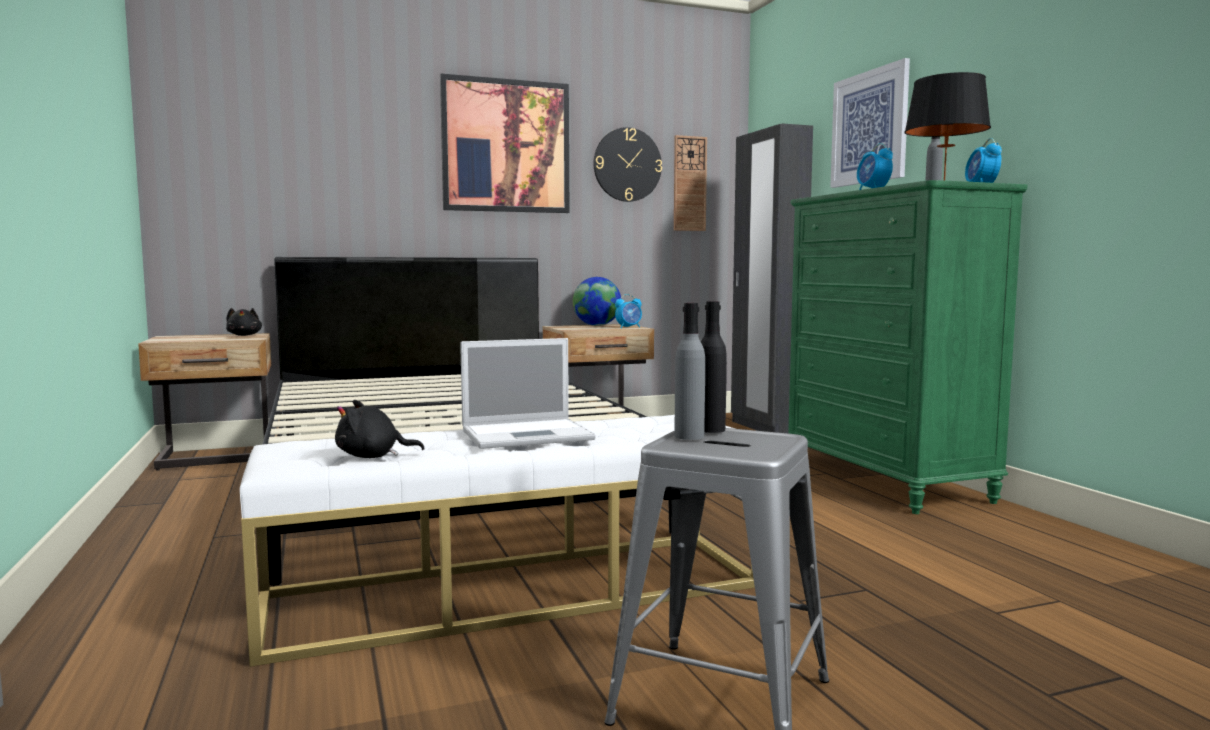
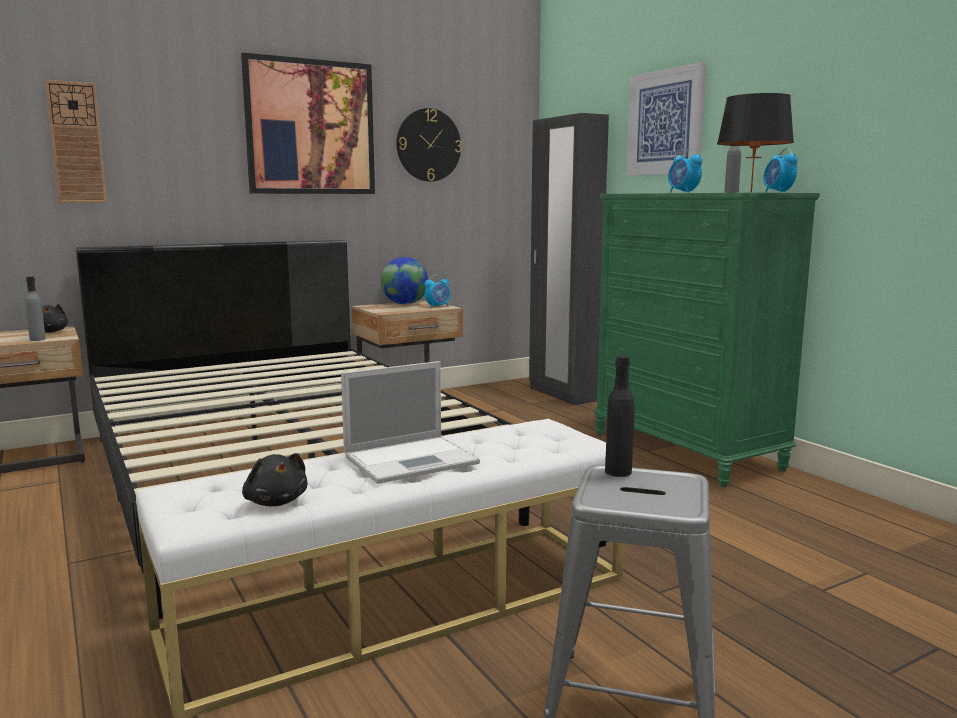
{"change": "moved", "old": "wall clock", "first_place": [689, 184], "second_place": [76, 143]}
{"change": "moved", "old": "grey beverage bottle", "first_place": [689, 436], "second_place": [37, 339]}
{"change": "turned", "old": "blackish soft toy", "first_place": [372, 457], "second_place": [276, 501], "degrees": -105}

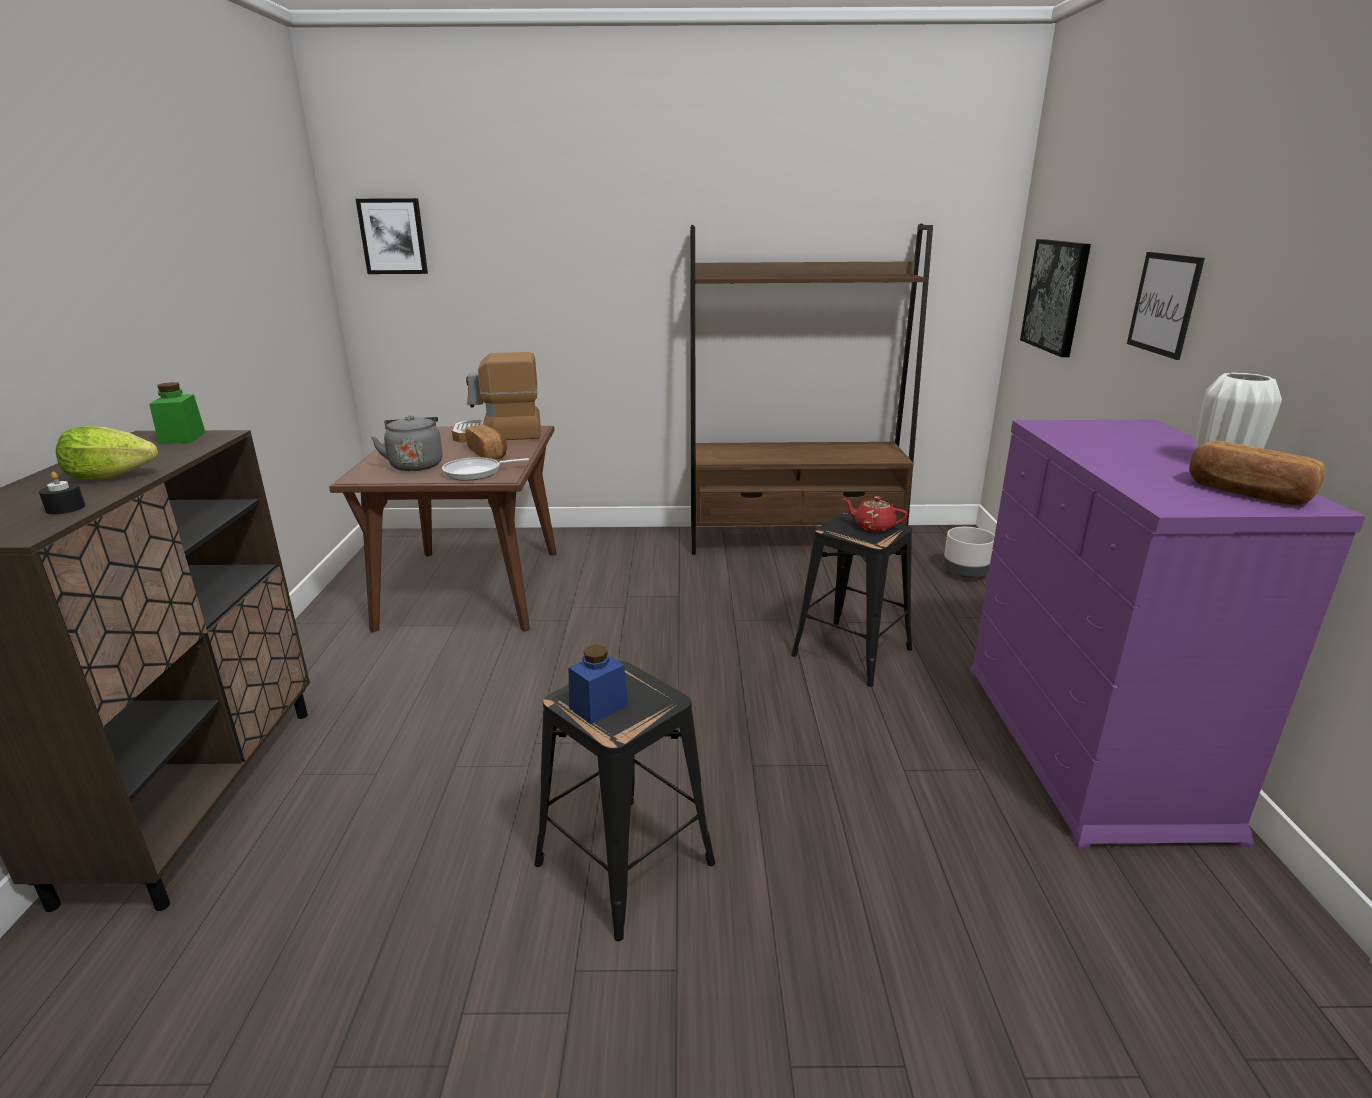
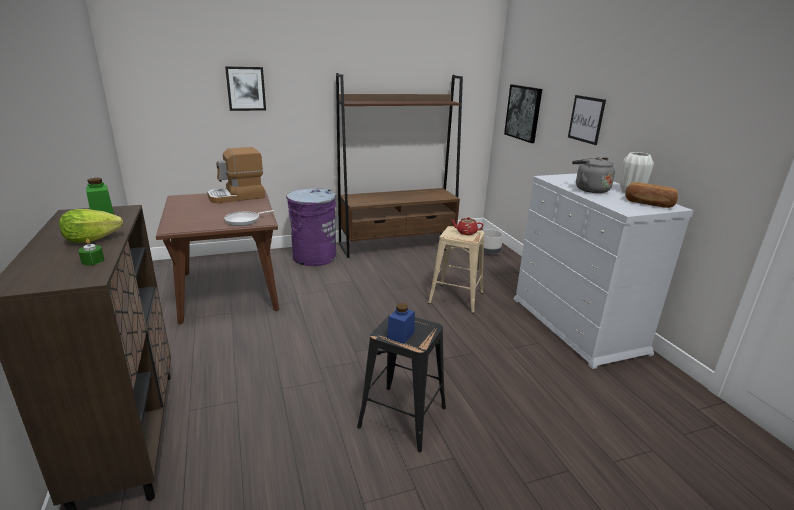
{"change": "removed", "old": "bread", "first_place": [488, 453]}
{"change": "added", "new": "purple-coloured waste bin", "second_place": [314, 257]}
{"change": "moved", "old": "picture", "first_place": [393, 236], "second_place": [246, 88]}
{"change": "moved", "old": "grey kettle", "first_place": [416, 465], "second_place": [589, 189]}
{"change": "recoloured", "old": "blackish wax candle", "new": "green wax candle", "first_place": [65, 508], "second_place": [92, 261]}
{"change": "recoloured", "old": "blackish sitting stool", "new": "beige sitting stool", "first_place": [852, 651], "second_place": [456, 297]}
{"change": "recoloured", "old": "purple-coloured drawer chest", "new": "white-coloured drawer chest", "first_place": [1088, 746], "second_place": [577, 325]}

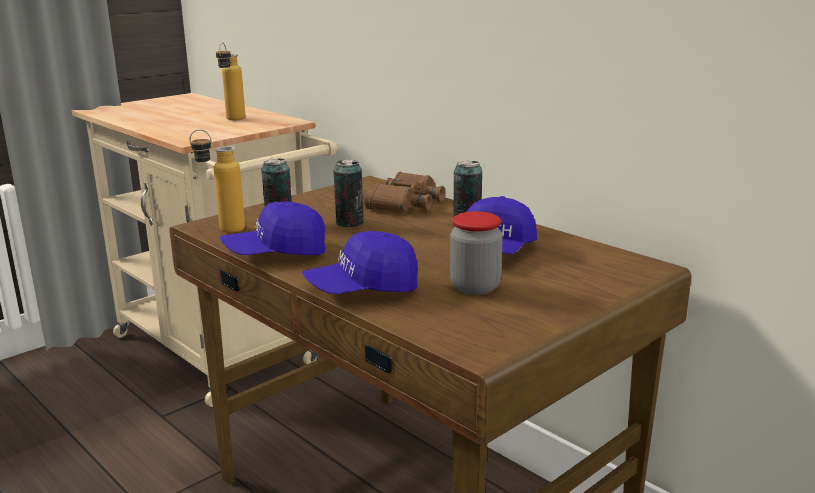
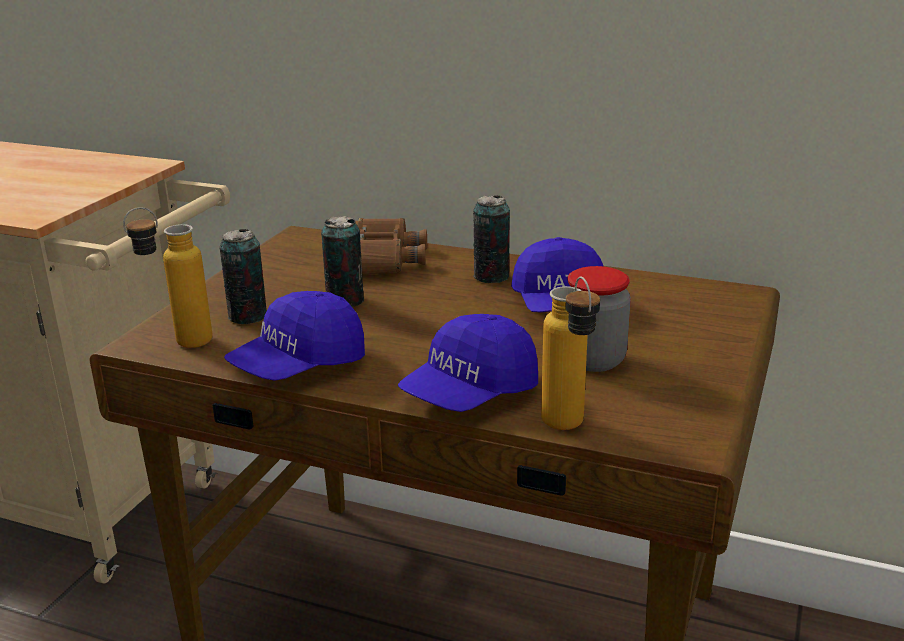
{"change": "moved", "old": "beverage bottle", "first_place": [233, 120], "second_place": [568, 430]}

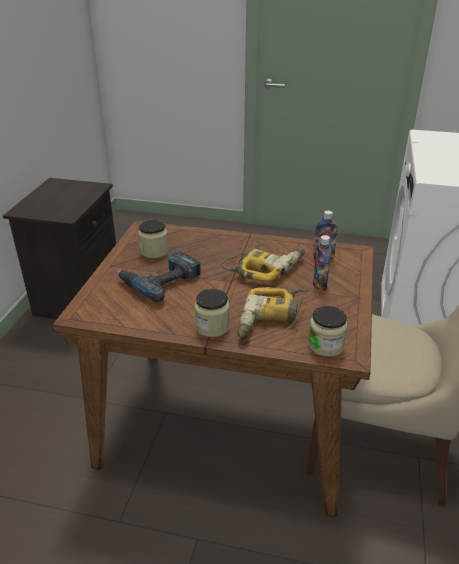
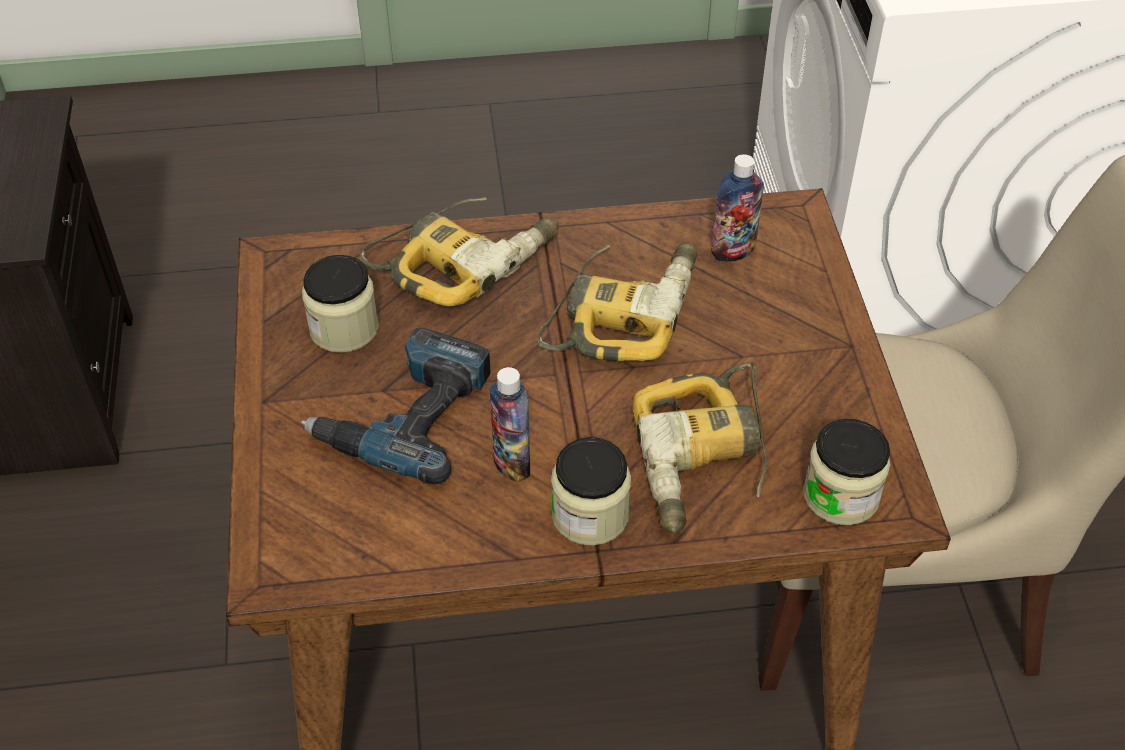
{"change": "added", "new": "power drill", "second_place": [464, 259]}
{"change": "moved", "old": "beverage bottle", "first_place": [319, 285], "second_place": [511, 463]}

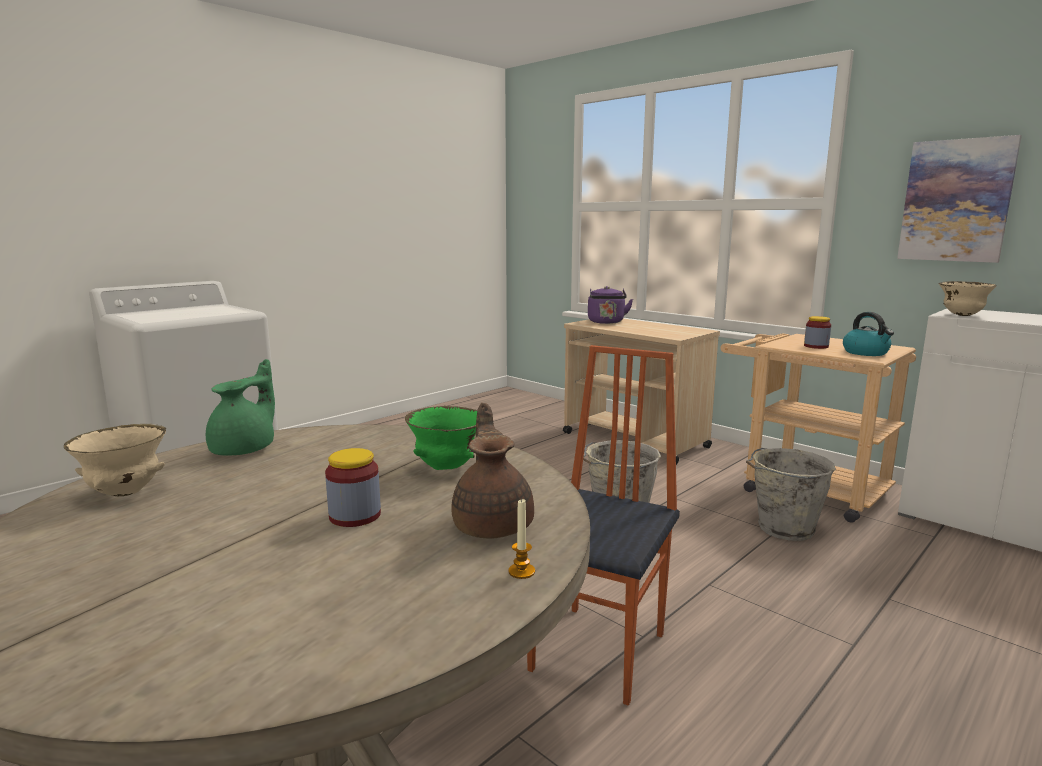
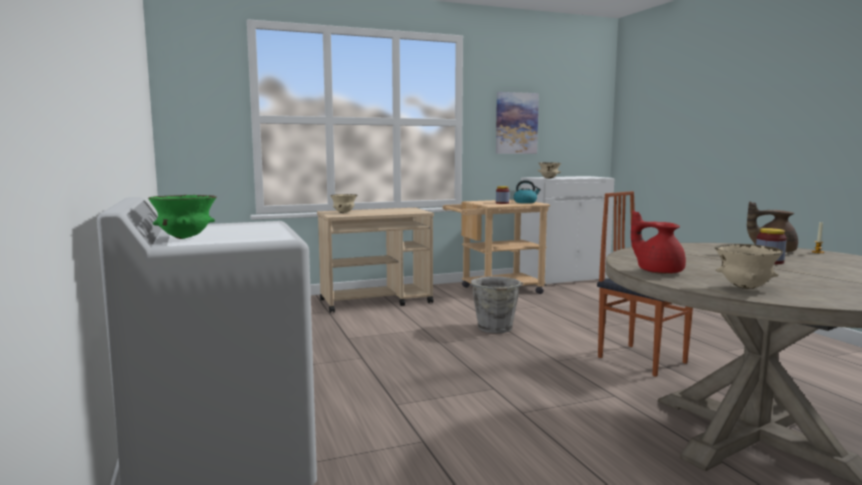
{"change": "removed", "old": "grey pail", "first_place": [783, 528]}
{"change": "moved", "old": "green bowl", "first_place": [446, 468], "second_place": [185, 238]}
{"change": "replaced", "old": "purple-coloured kettle", "new": "beige bowl", "first_place": [606, 322], "second_place": [344, 213]}
{"change": "recoloured", "old": "green tea pot", "new": "red tea pot", "first_place": [246, 449], "second_place": [658, 271]}

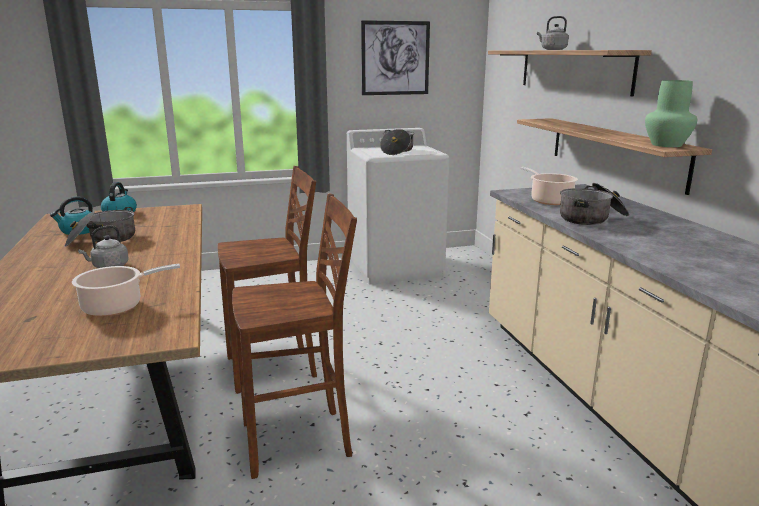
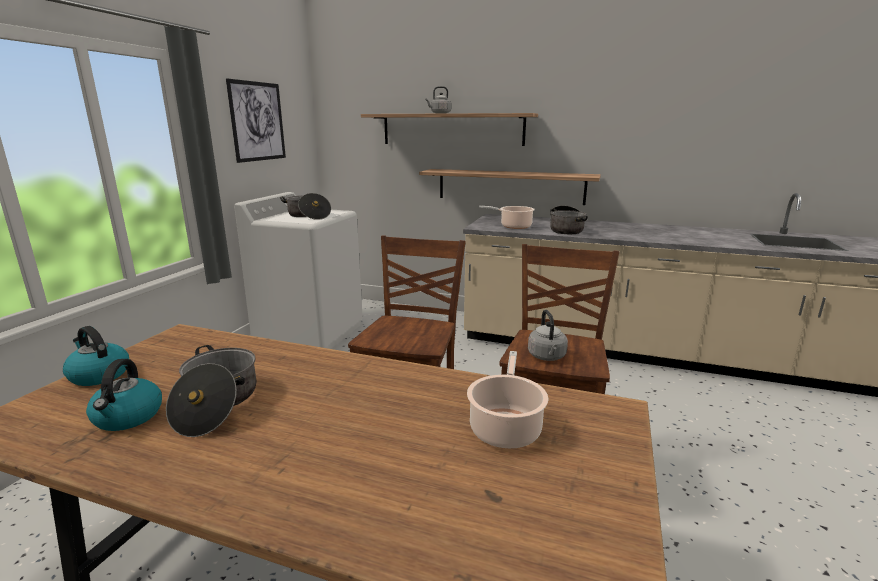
{"change": "removed", "old": "green decorative vase", "first_place": [666, 145]}
{"change": "moved", "old": "grey kettle", "first_place": [109, 267], "second_place": [547, 357]}

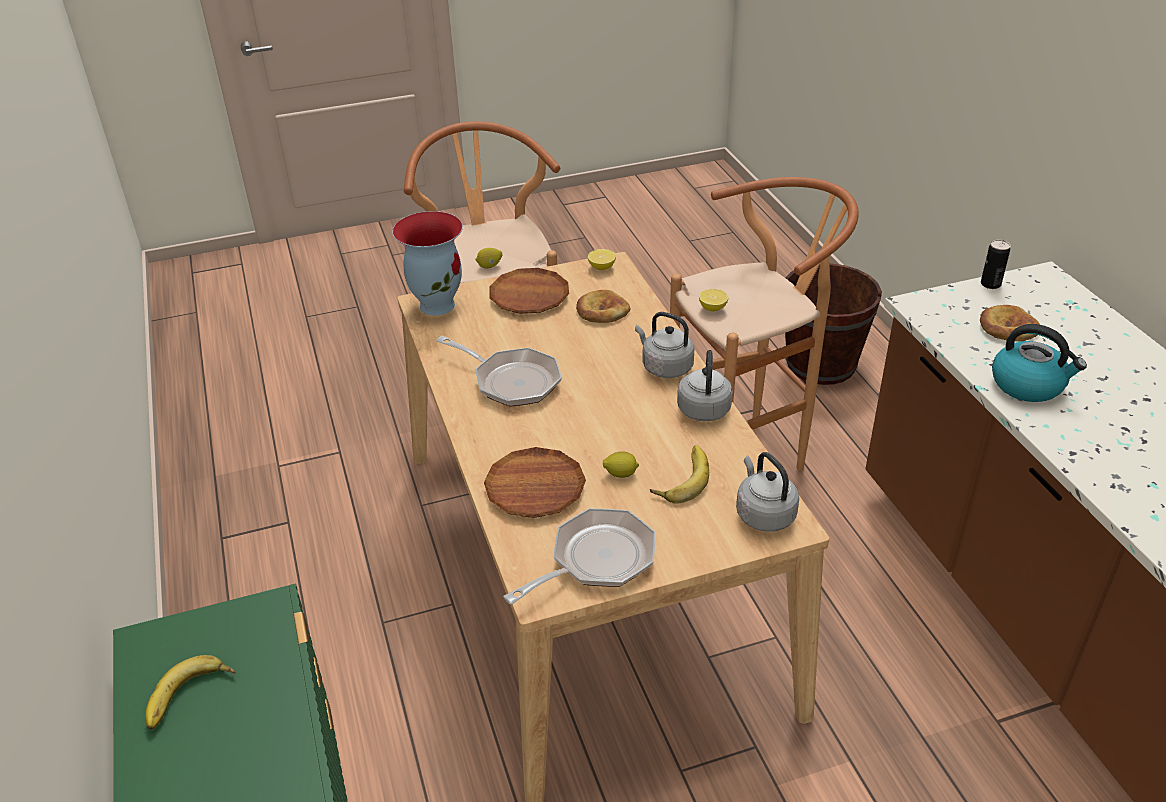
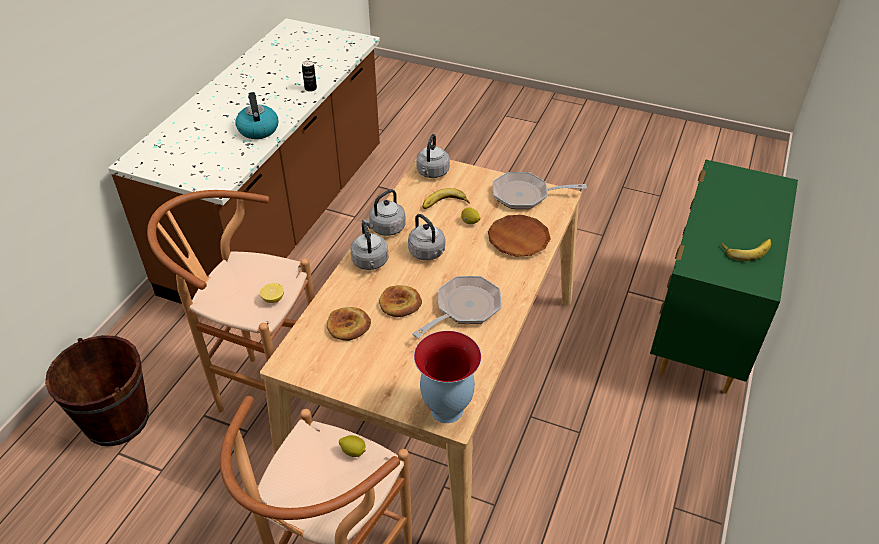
{"change": "removed", "old": "brownish dinner plate", "first_place": [529, 296]}
{"change": "removed", "old": "lemon", "first_place": [602, 267]}
{"change": "added", "new": "grey kettle", "second_place": [428, 253]}
{"change": "moved", "old": "bread", "first_place": [1007, 327], "second_place": [400, 303]}
{"change": "moved", "old": "metal can", "first_place": [990, 284], "second_place": [310, 88]}
{"change": "turned", "old": "pan", "first_place": [511, 381], "second_place": [464, 308], "degrees": 60}

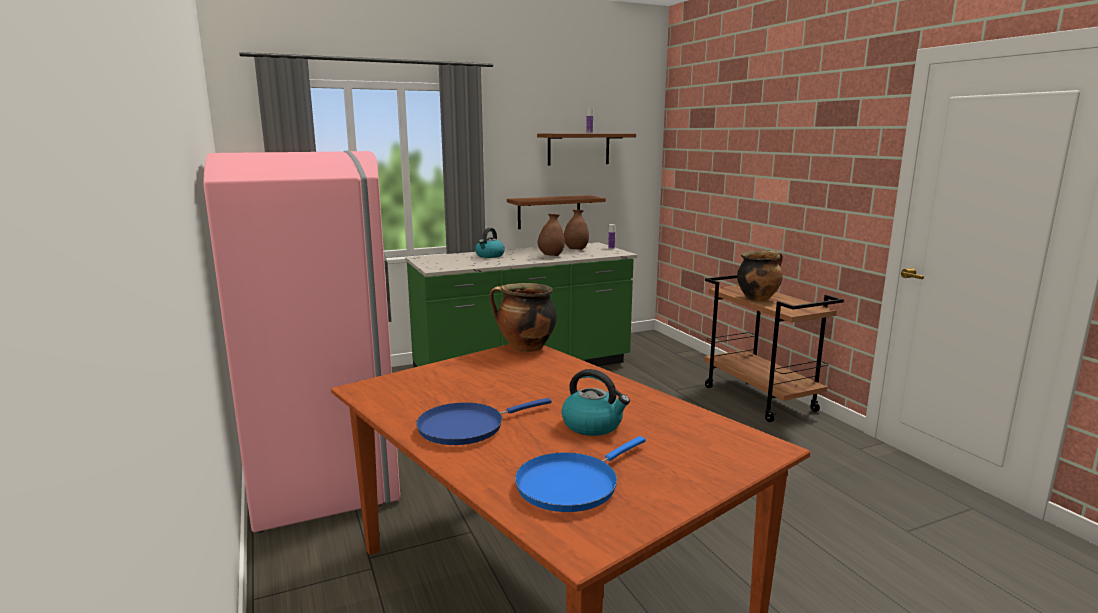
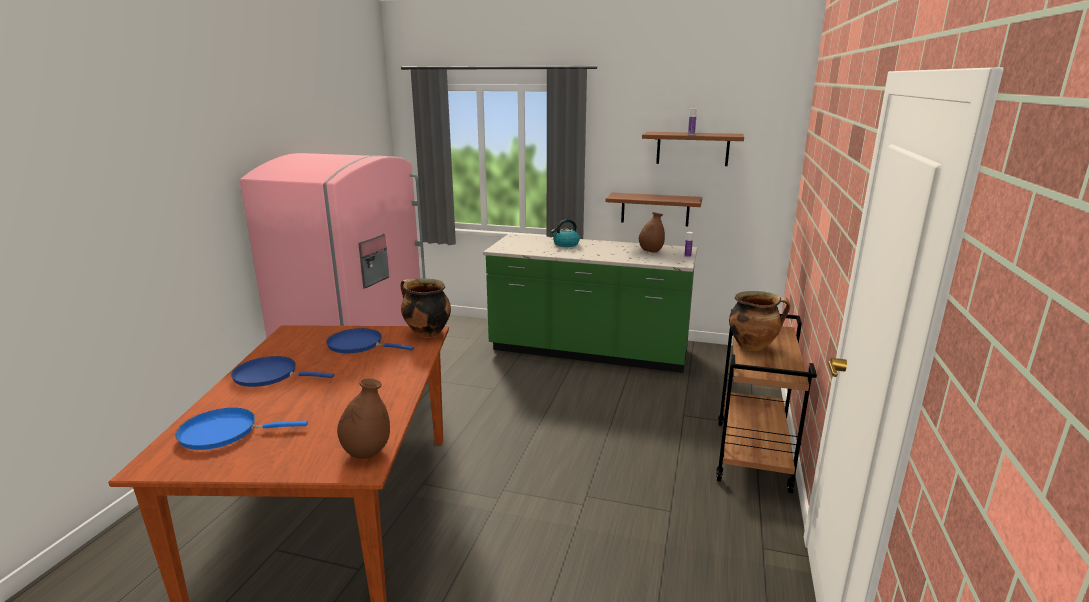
{"change": "removed", "old": "kettle", "first_place": [593, 425]}
{"change": "added", "new": "bluish pan", "second_place": [359, 345]}
{"change": "moved", "old": "brownish decorative vase", "first_place": [551, 256], "second_place": [367, 452]}

